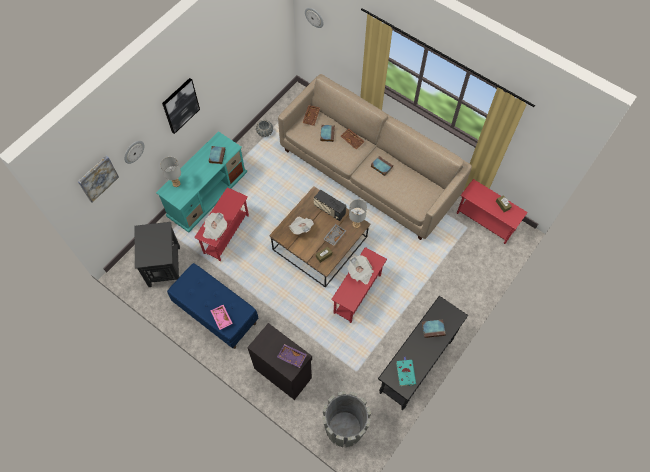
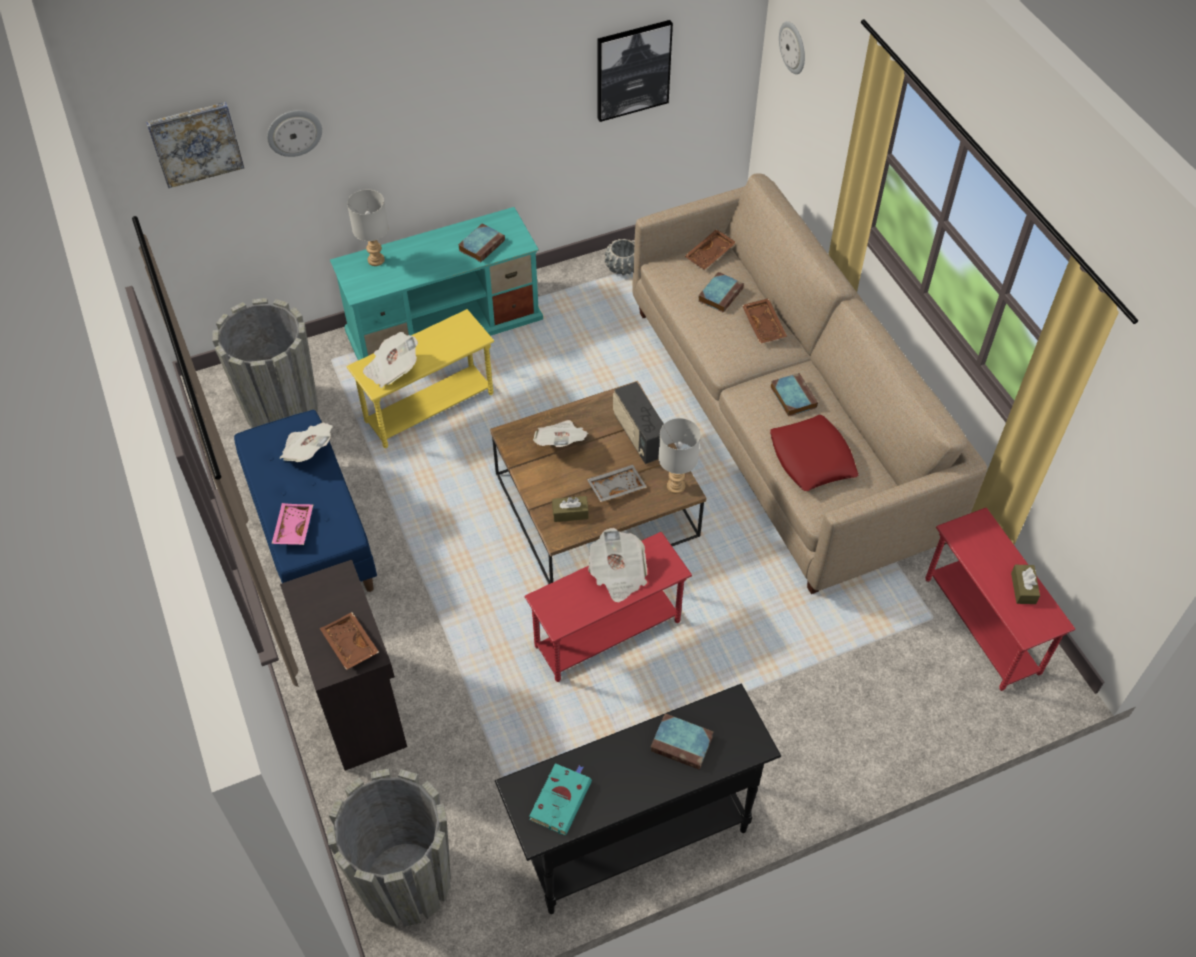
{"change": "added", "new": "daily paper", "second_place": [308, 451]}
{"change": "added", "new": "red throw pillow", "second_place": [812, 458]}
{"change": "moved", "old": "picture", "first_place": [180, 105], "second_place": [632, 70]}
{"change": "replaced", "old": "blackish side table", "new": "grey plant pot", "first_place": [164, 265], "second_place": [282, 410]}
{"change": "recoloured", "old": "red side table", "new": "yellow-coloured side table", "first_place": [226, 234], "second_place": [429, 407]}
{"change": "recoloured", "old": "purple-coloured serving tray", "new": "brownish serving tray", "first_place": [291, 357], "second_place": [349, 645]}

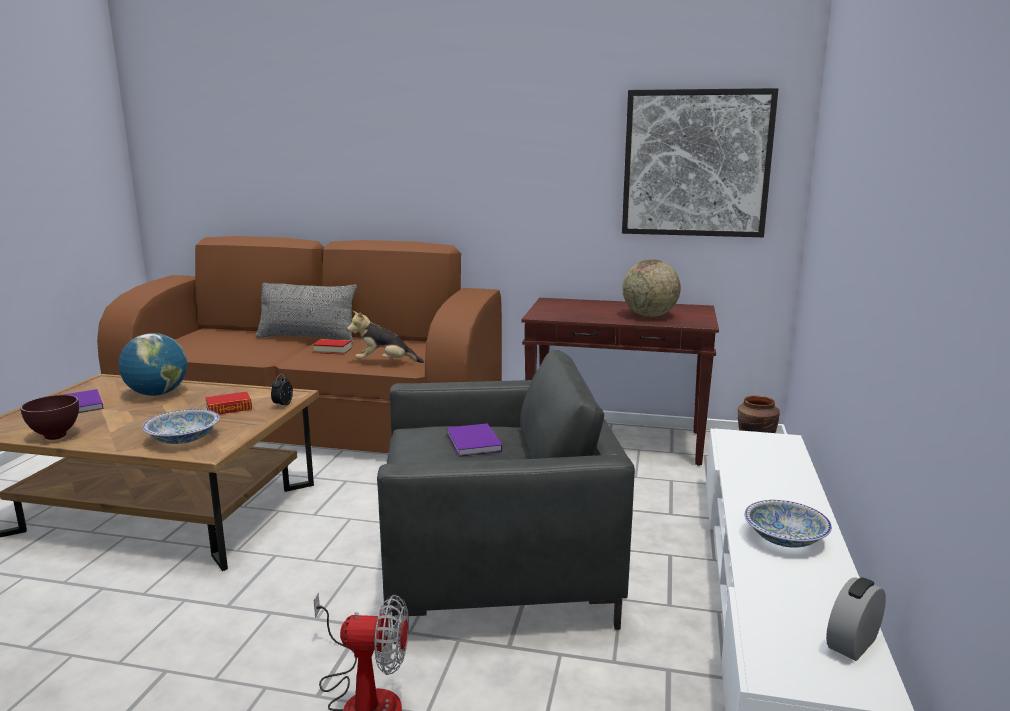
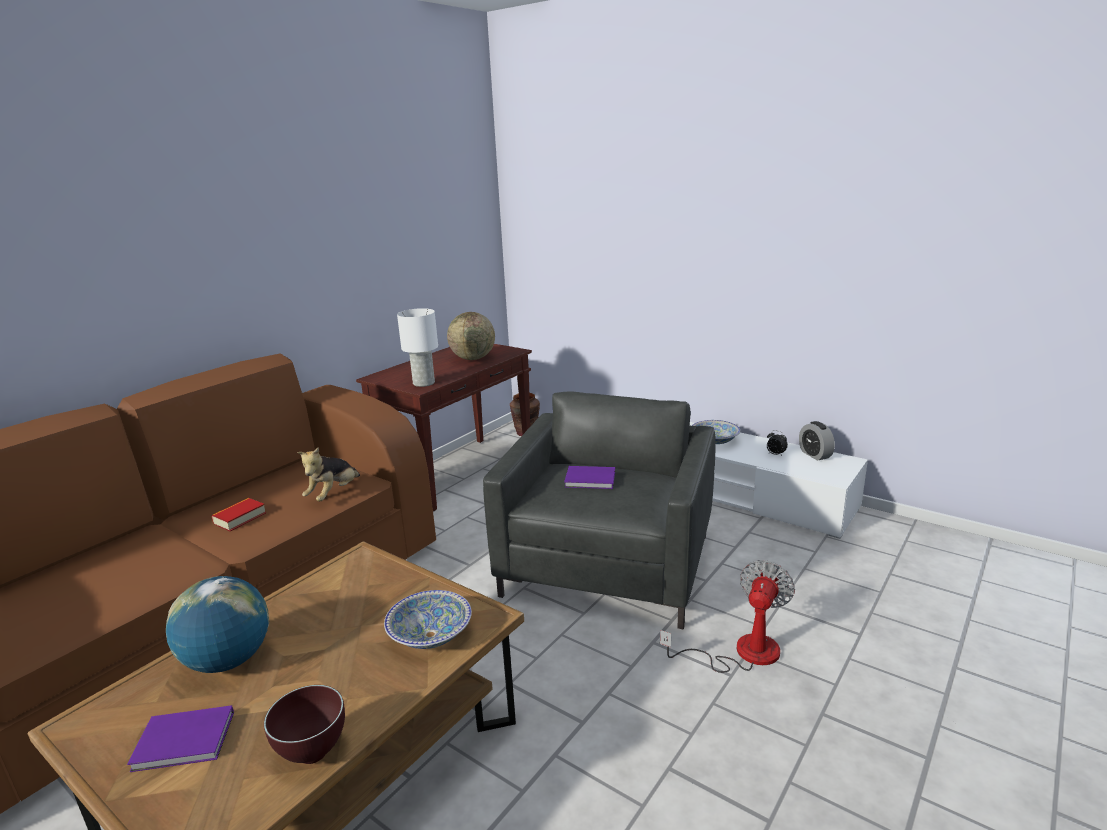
{"change": "removed", "old": "volume", "first_place": [229, 408]}
{"change": "removed", "old": "grey throw pillow", "first_place": [307, 339]}
{"change": "removed", "old": "picture", "first_place": [696, 164]}
{"change": "added", "new": "white-coloured tabletop lamp", "second_place": [424, 383]}
{"change": "moved", "old": "bedside clock", "first_place": [282, 405], "second_place": [775, 454]}

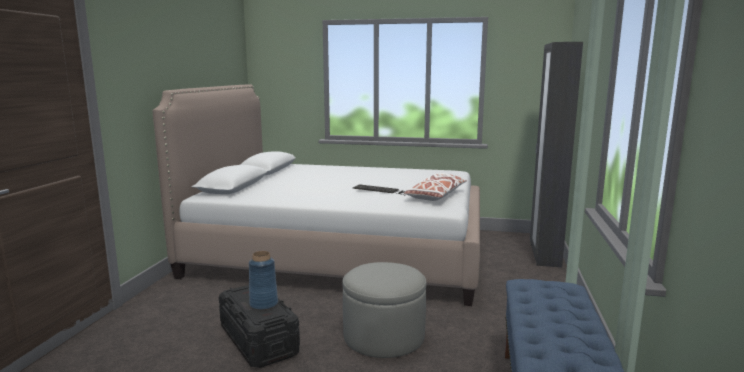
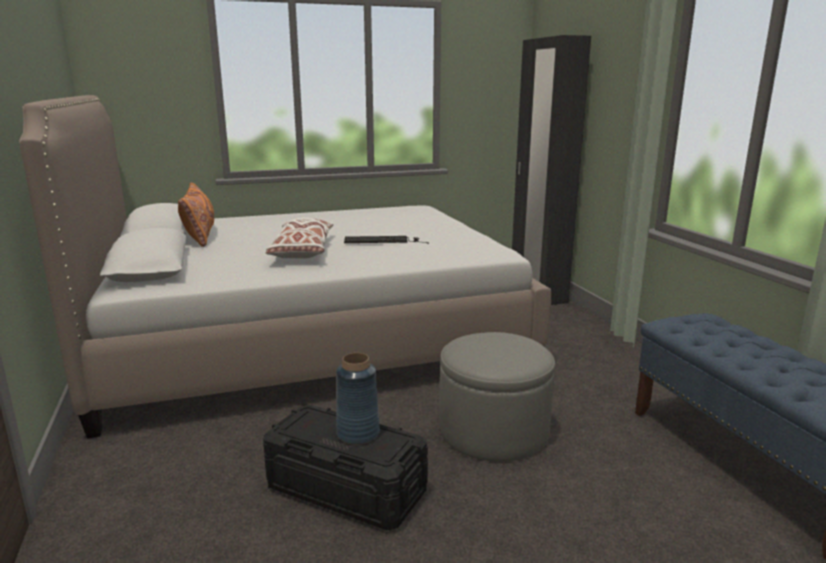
{"change": "added", "new": "orange throw pillow", "second_place": [200, 236]}
{"change": "moved", "old": "white-coloured throw pillow", "first_place": [436, 196], "second_place": [302, 251]}

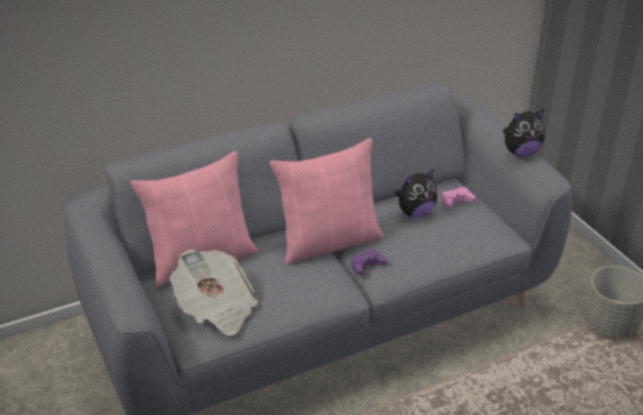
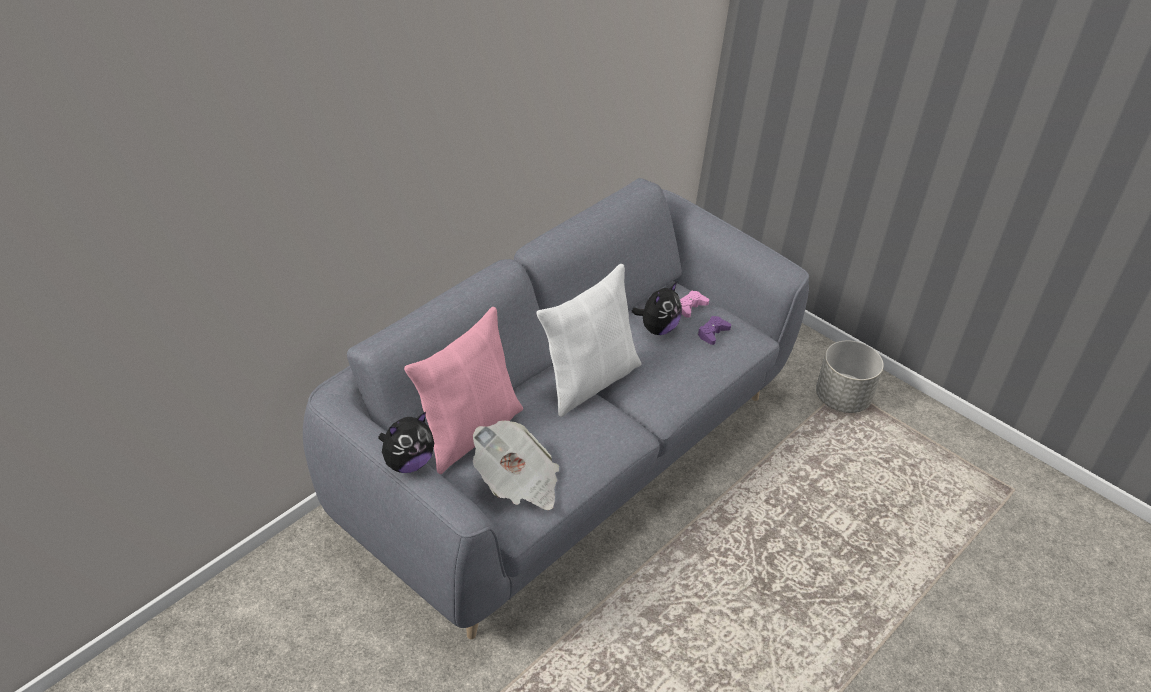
{"change": "moved", "old": "purple-coloured game controller", "first_place": [367, 265], "second_place": [712, 333]}
{"change": "moved", "old": "soft toy", "first_place": [520, 152], "second_place": [407, 463]}
{"change": "recoloured", "old": "pinkish throw pillow", "new": "white-coloured throw pillow", "first_place": [329, 241], "second_place": [588, 380]}

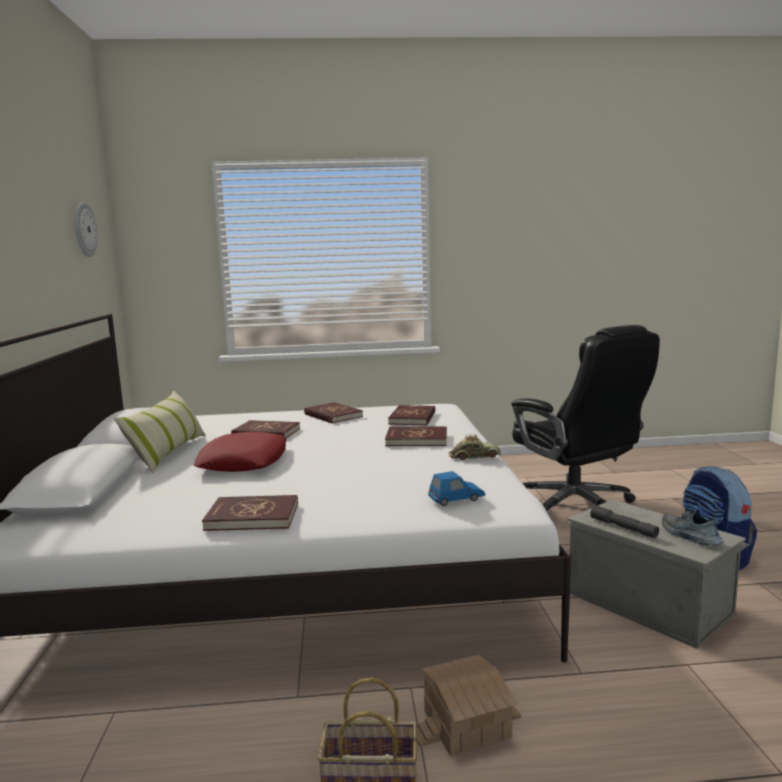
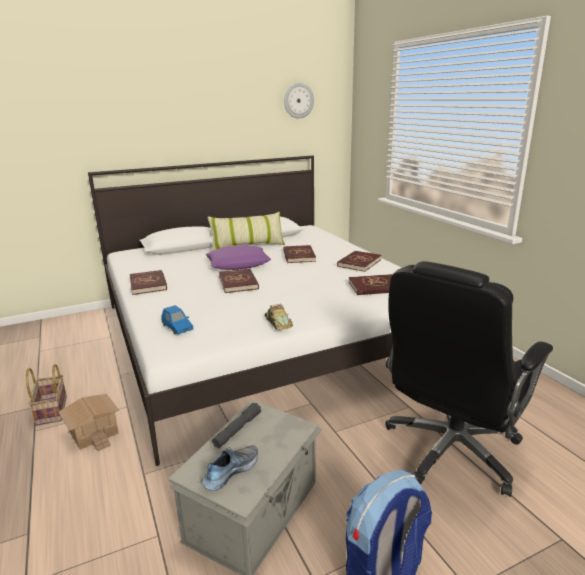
{"change": "moved", "old": "red volume", "first_place": [416, 439], "second_place": [238, 283]}
{"change": "recoloured", "old": "red throw pillow", "new": "purple-coloured throw pillow", "first_place": [243, 461], "second_place": [238, 263]}

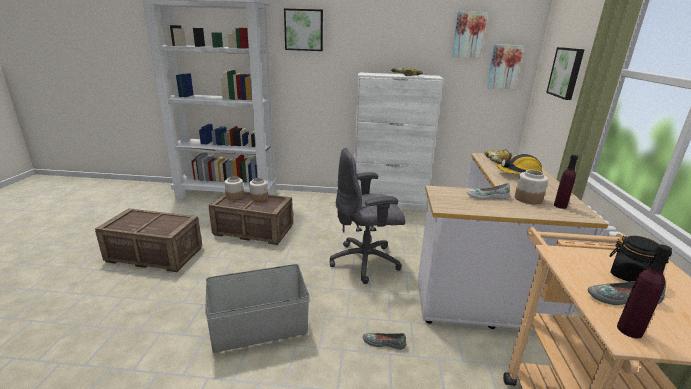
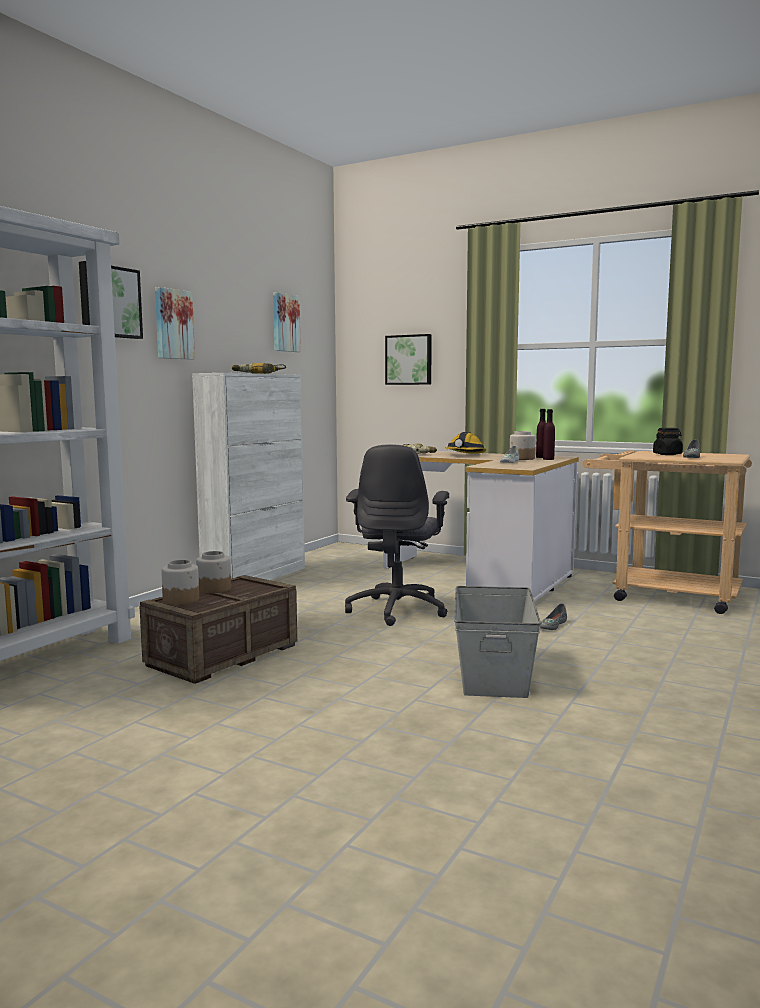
{"change": "removed", "old": "crate", "first_place": [155, 254]}
{"change": "moved", "old": "picture", "first_place": [504, 66], "second_place": [173, 324]}
{"change": "moved", "old": "purple-coloured beverage bottle", "first_place": [629, 330], "second_place": [548, 459]}

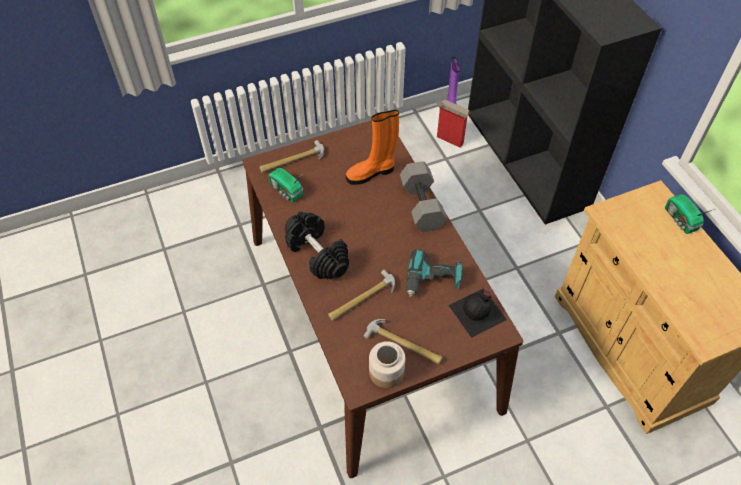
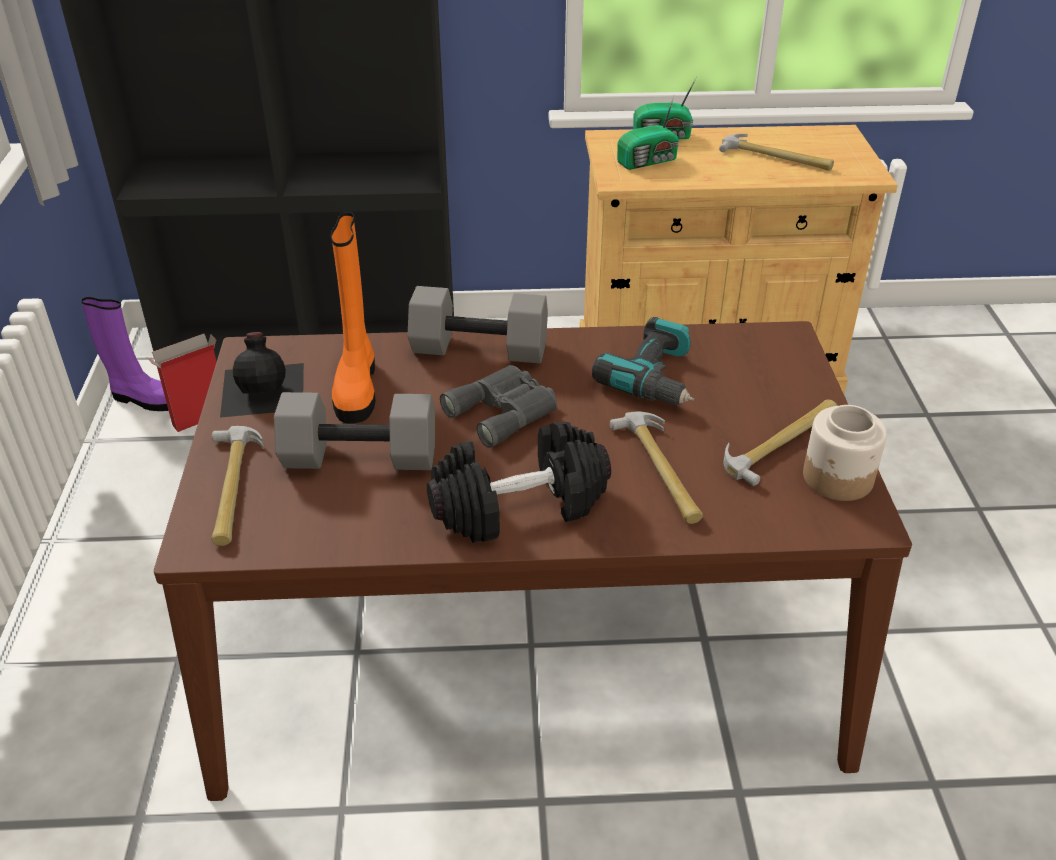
{"change": "added", "new": "grey free weight", "second_place": [362, 455]}
{"change": "added", "new": "grey pair of binoculars", "second_place": [505, 411]}
{"change": "added", "new": "tool hammer", "second_place": [776, 158]}
{"change": "moved", "old": "radio set", "first_place": [286, 191], "second_place": [649, 161]}
{"change": "moved", "old": "blackish beverage bottle", "first_place": [478, 312], "second_place": [264, 388]}

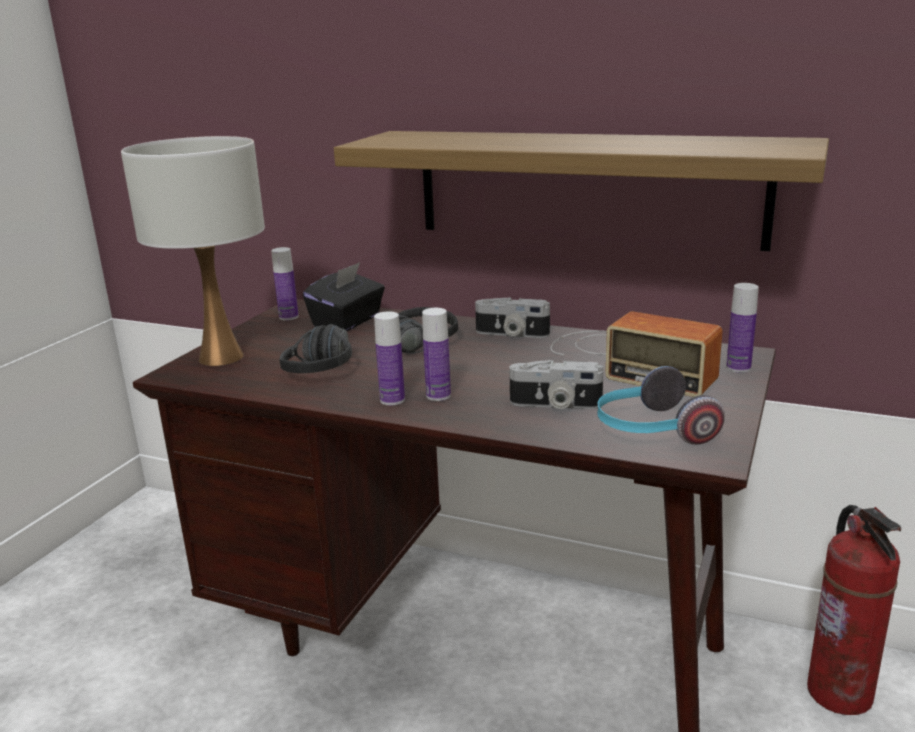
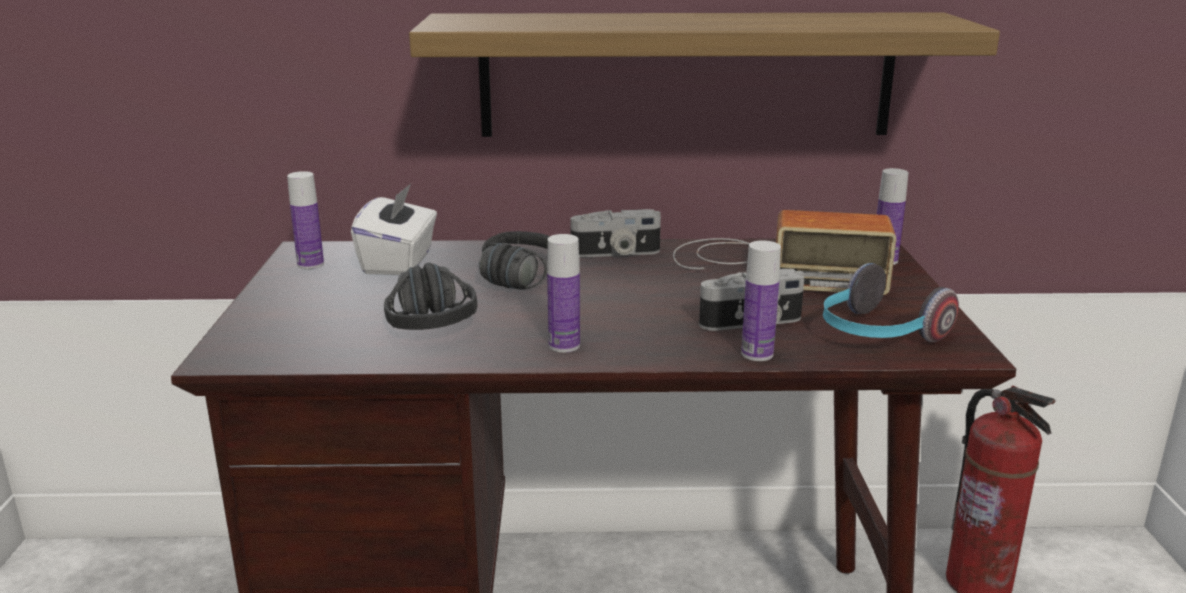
{"change": "removed", "old": "white-coloured tabletop lamp", "first_place": [222, 357]}
{"change": "moved", "old": "beverage bottle", "first_place": [438, 396], "second_place": [757, 354]}
{"change": "recoloured", "old": "blackish tissue box", "new": "white-coloured tissue box", "first_place": [348, 322], "second_place": [399, 262]}

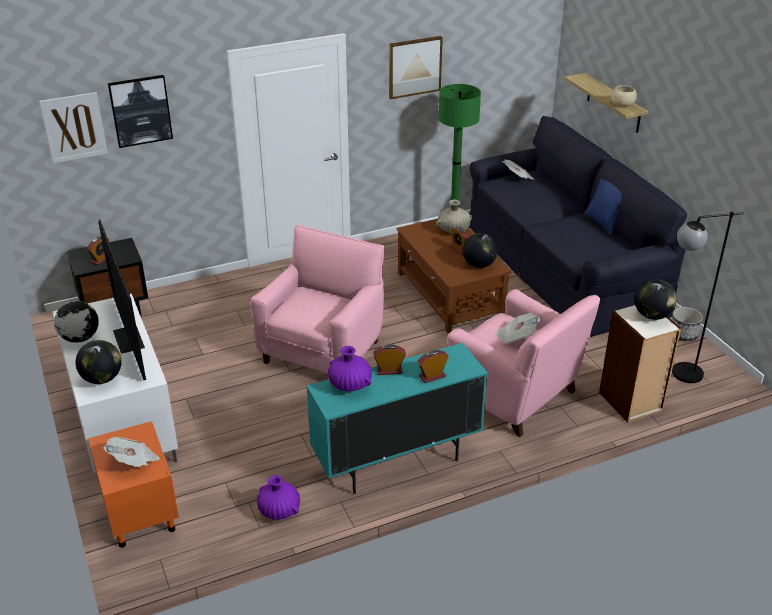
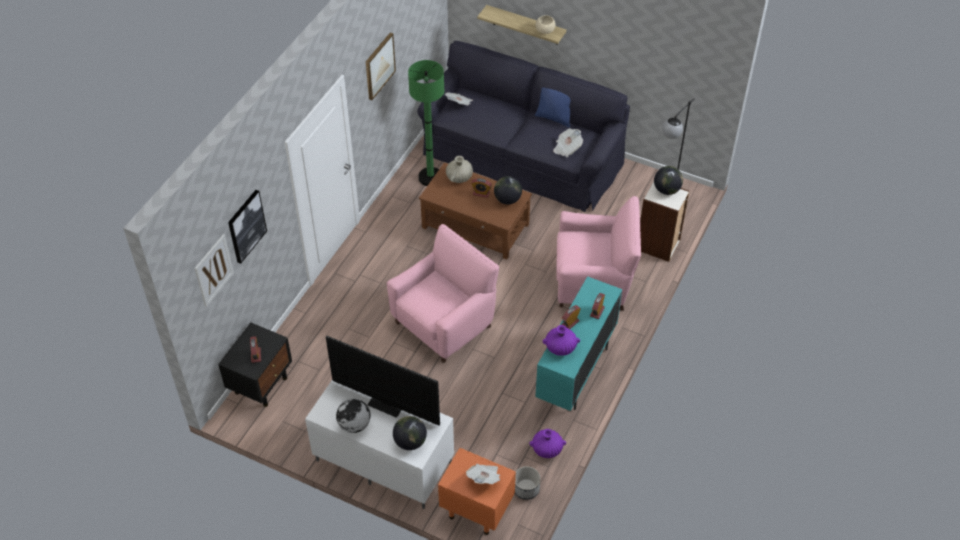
{"change": "moved", "old": "daily paper", "first_place": [516, 337], "second_place": [567, 148]}
{"change": "moved", "old": "plant pot", "first_place": [683, 334], "second_place": [526, 489]}
{"change": "turned", "old": "pinkish lounge chair", "first_place": [323, 350], "second_place": [445, 323], "degrees": 60}

